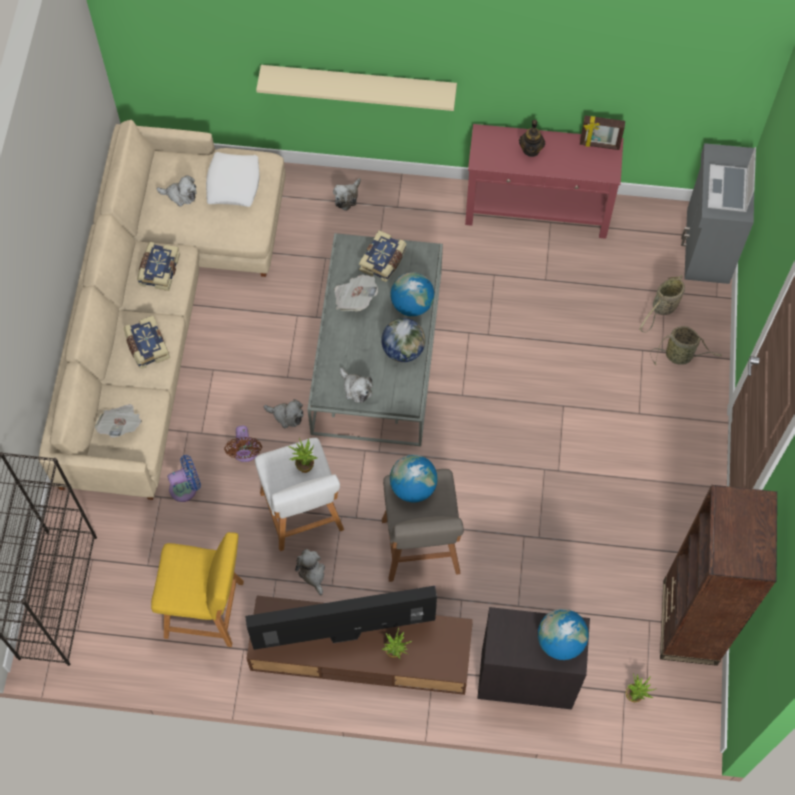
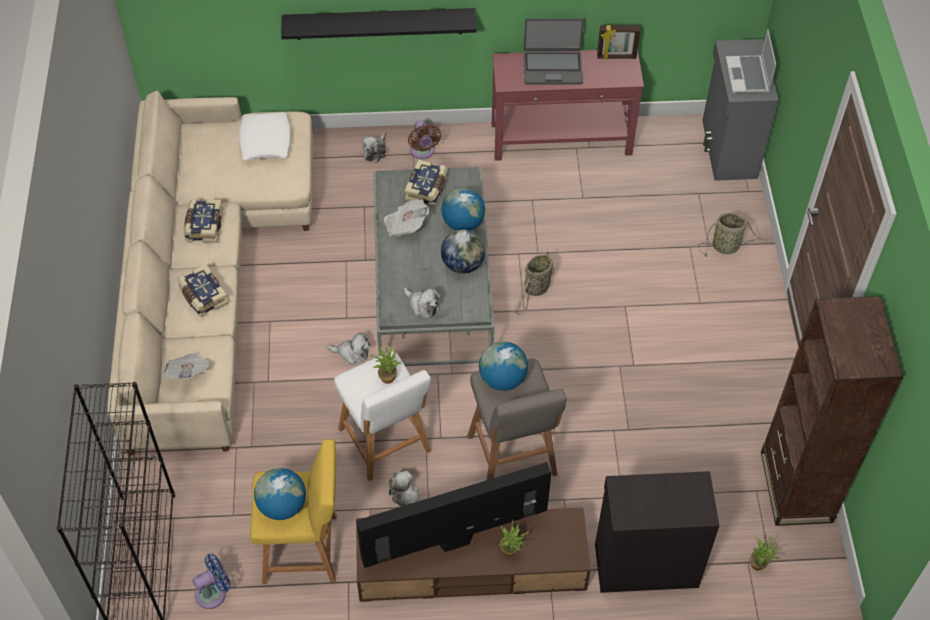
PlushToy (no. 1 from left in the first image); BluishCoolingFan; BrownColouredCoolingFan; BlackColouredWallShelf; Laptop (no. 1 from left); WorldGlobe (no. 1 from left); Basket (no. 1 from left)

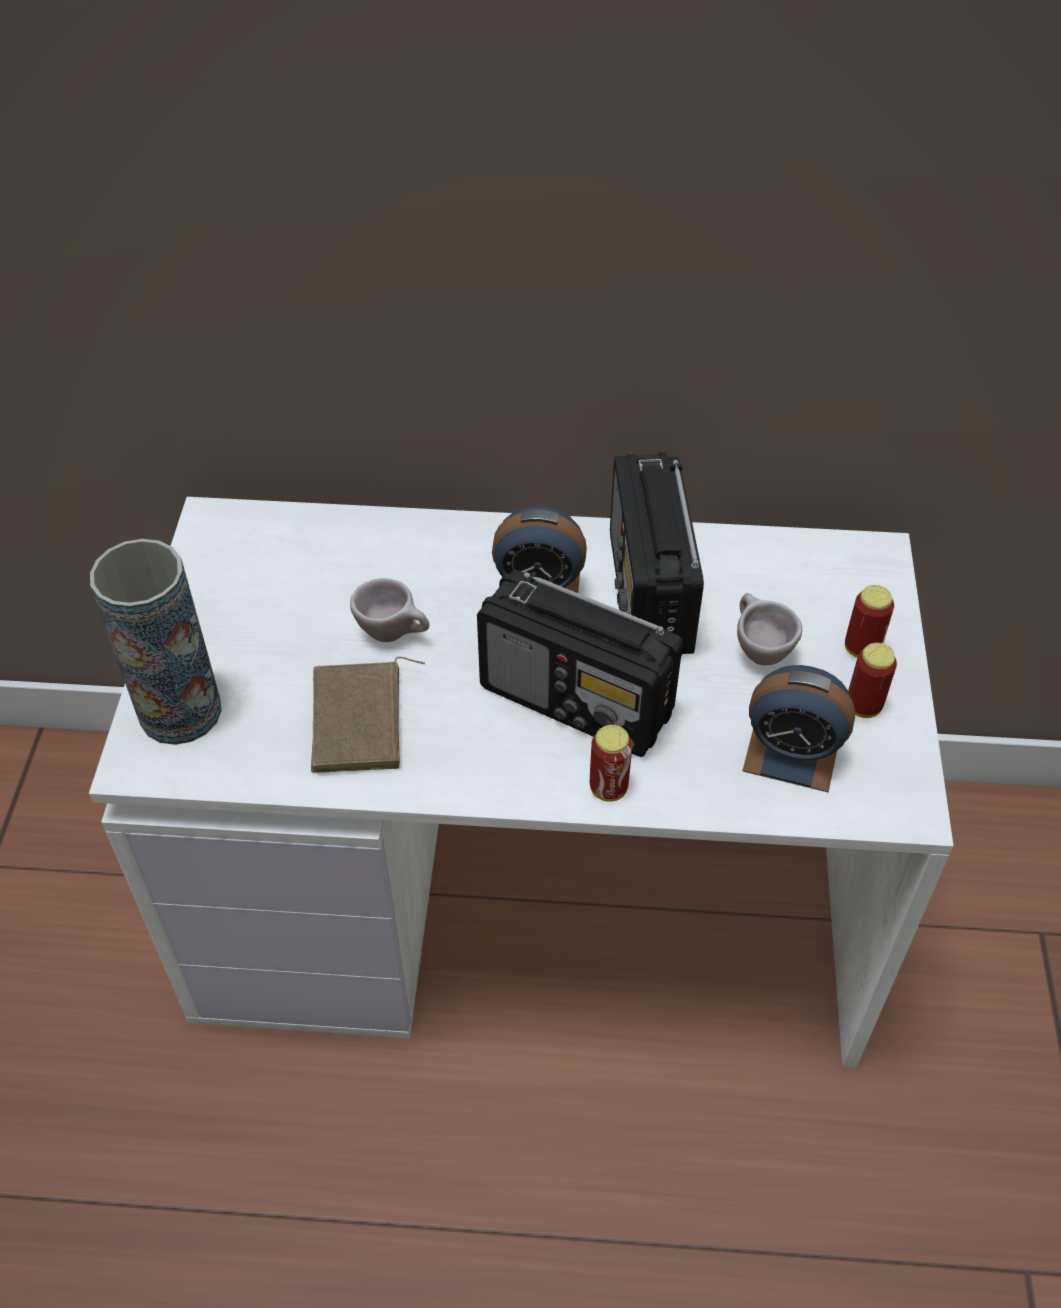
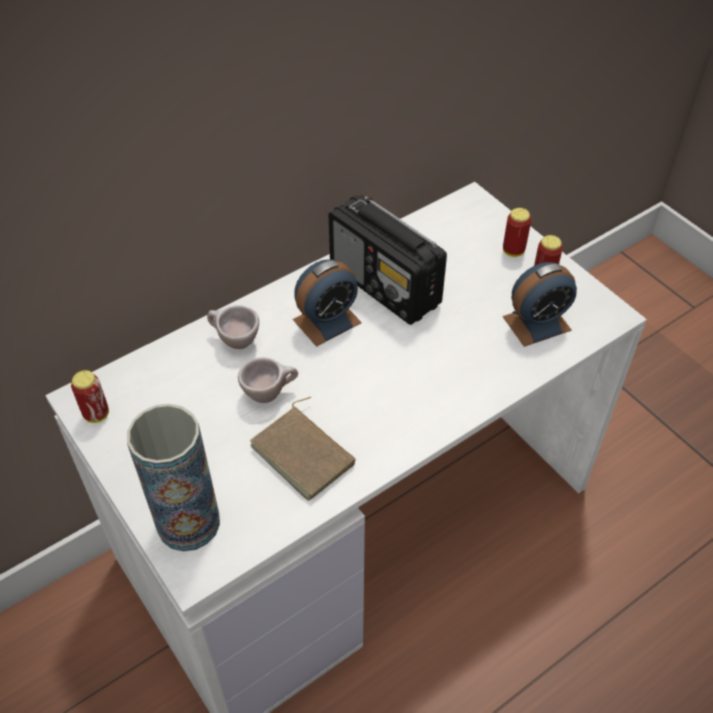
RadioReceiver (no. 1 from left in the first image); MetalCan (no. 1 from left); BeigeColouredCup (no. 1 from left)

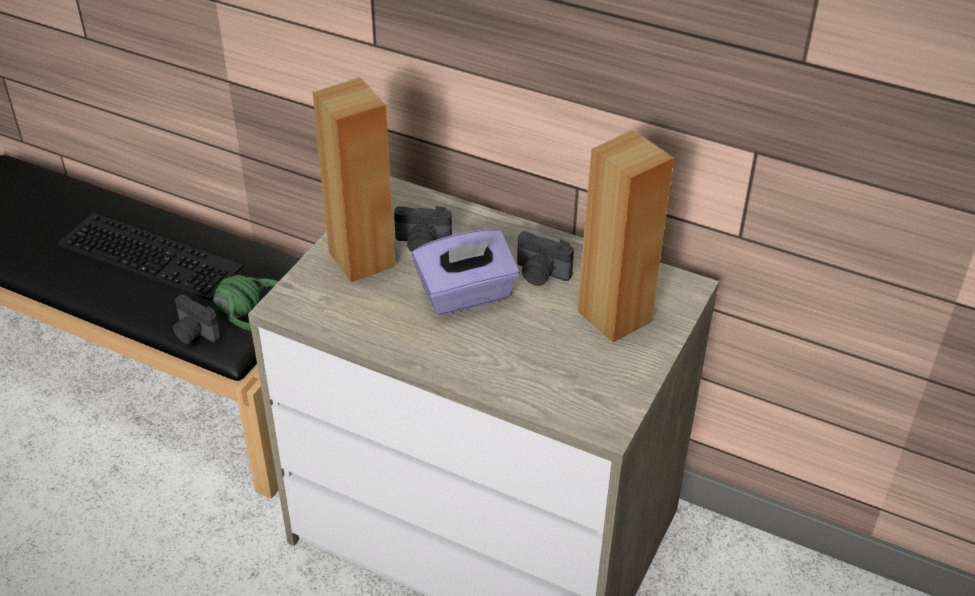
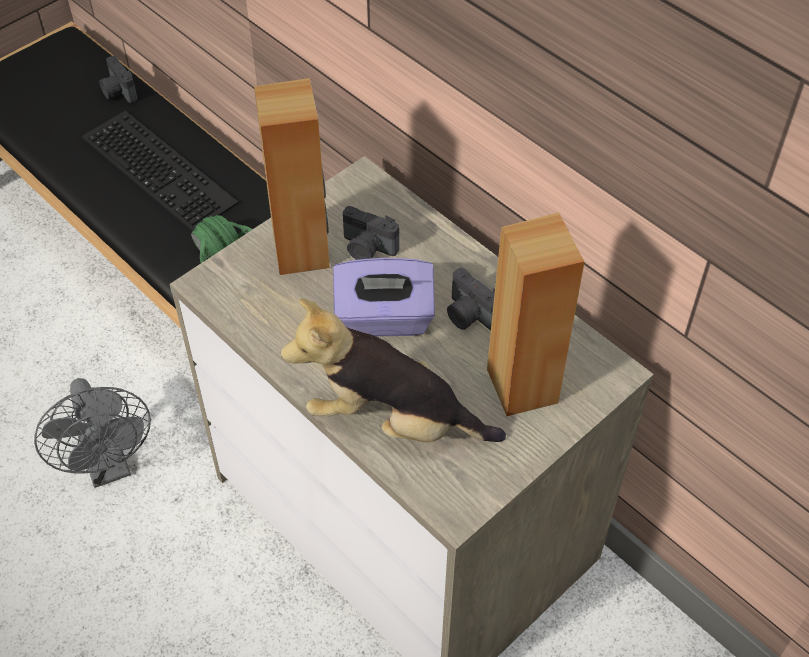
PhotoCamera (no. 1 from left); GreyishCoolingFan; PlushToy

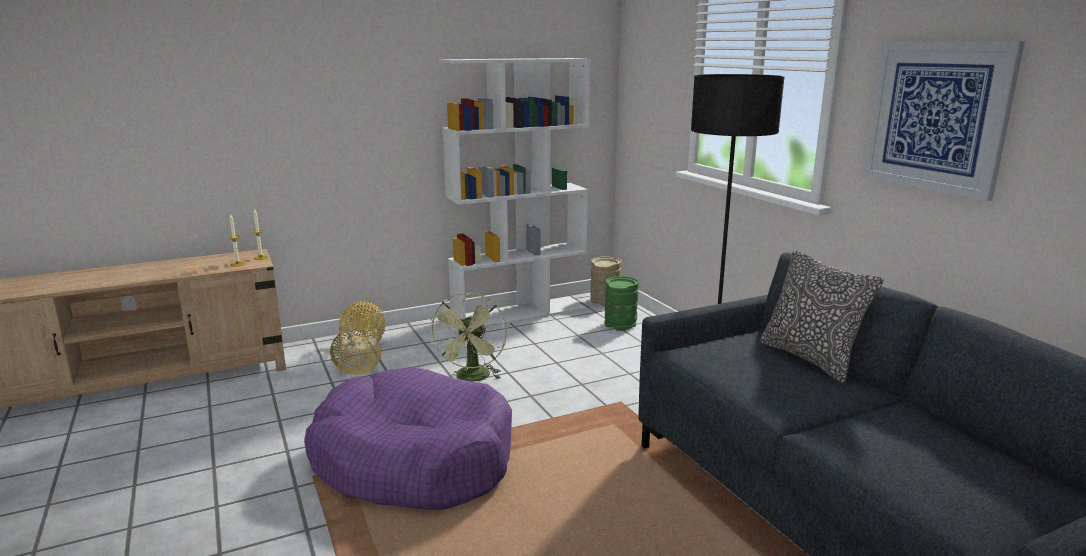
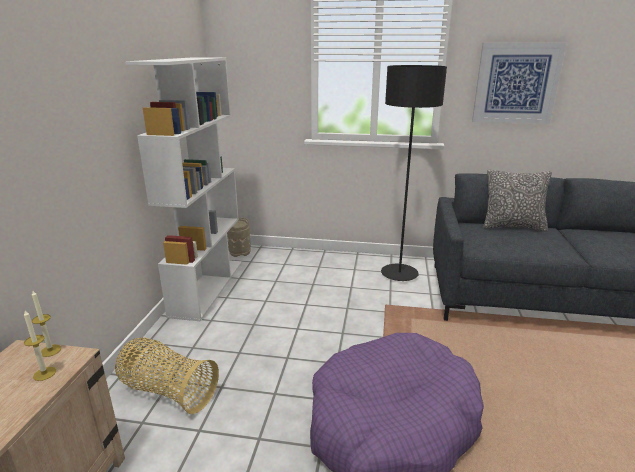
GreenCoolingFan; GreenVase

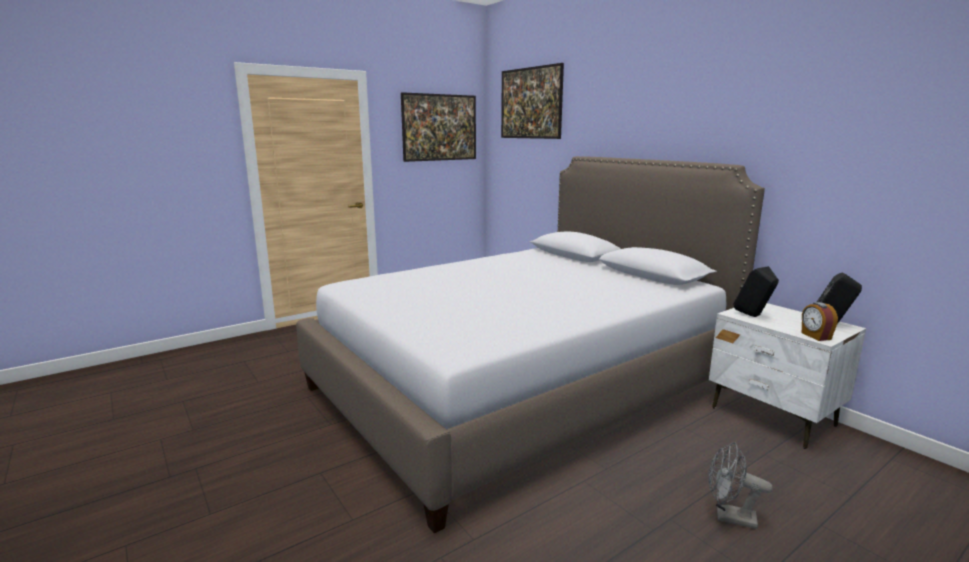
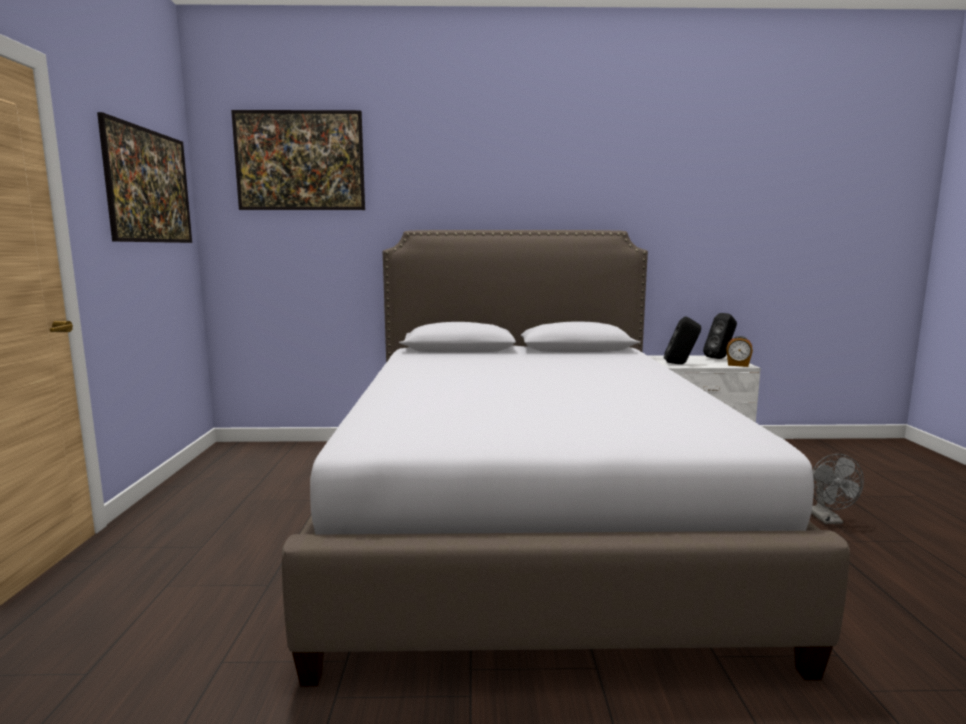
GreyishCoolingFan

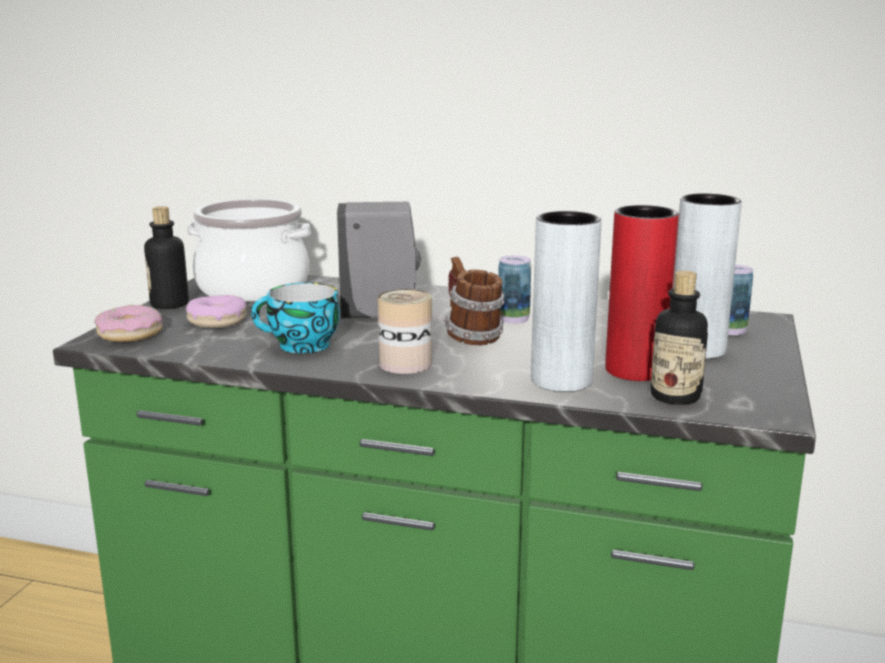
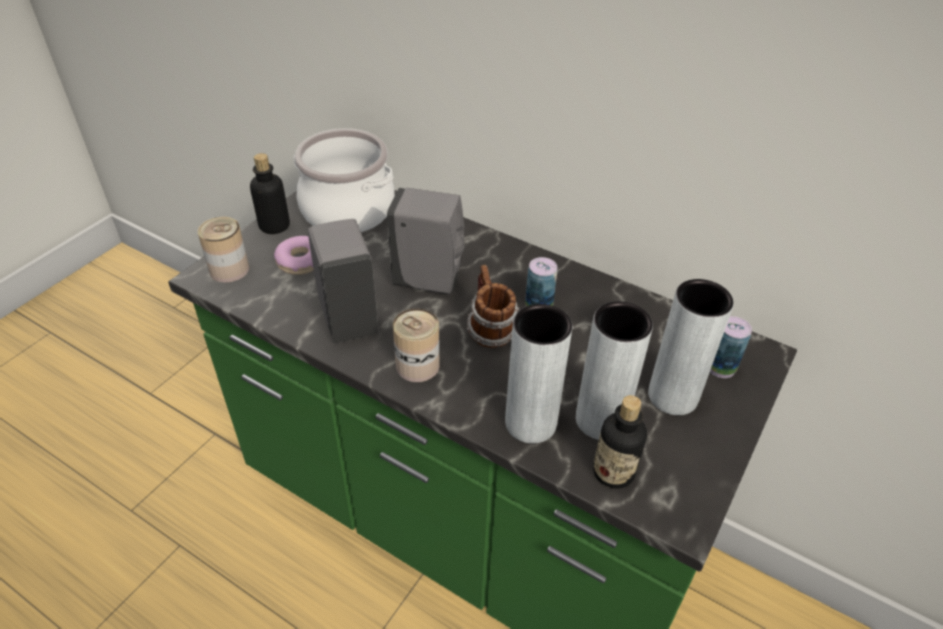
MetalCan (no. 1 from left); GreyishSoapDispenser (no. 1 from left); GreyishVase (no. 2 from left)

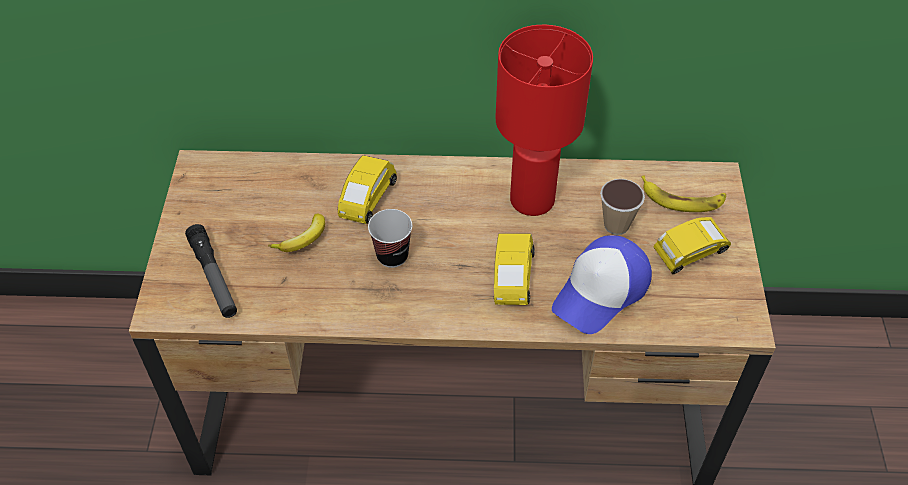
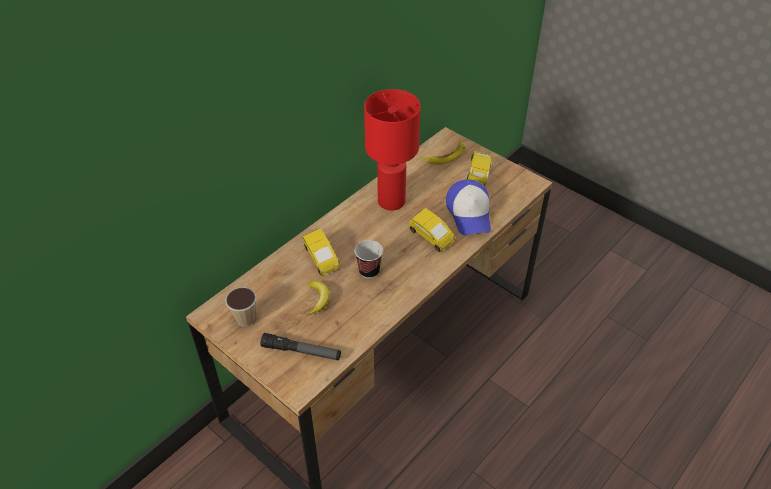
Cup (no. 1 from left)

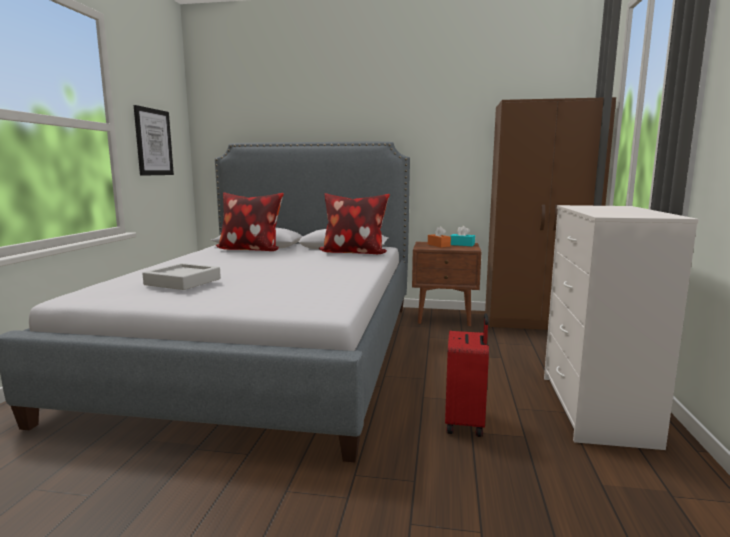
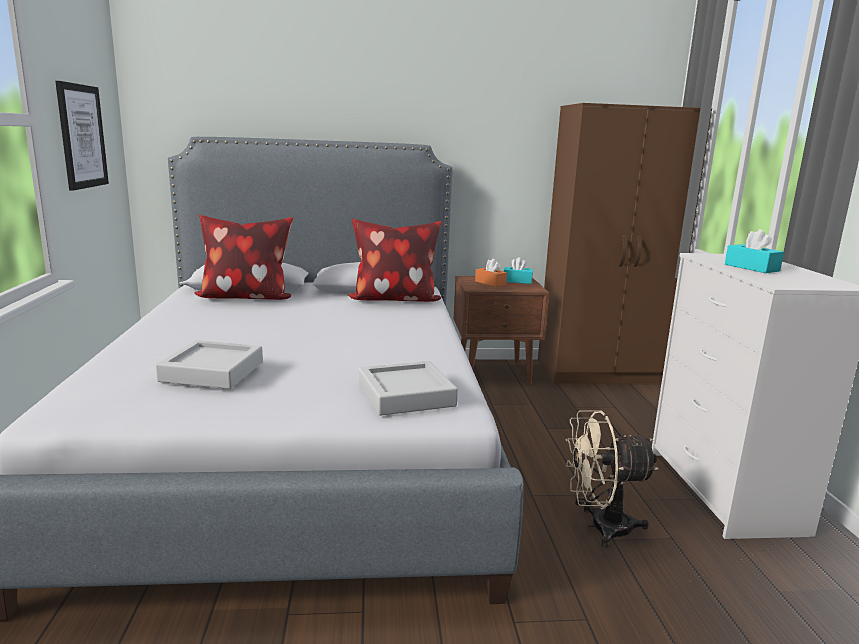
BeigeColouredCoolingFan; GreyishCarryingTray (no. 2 from left); TurquoiseColouredBoxOfTissues (no. 2 from left)

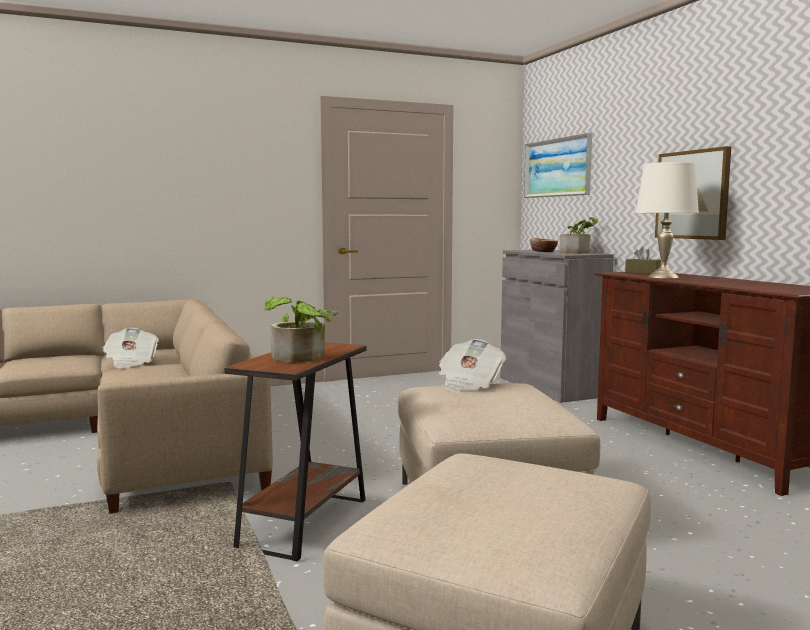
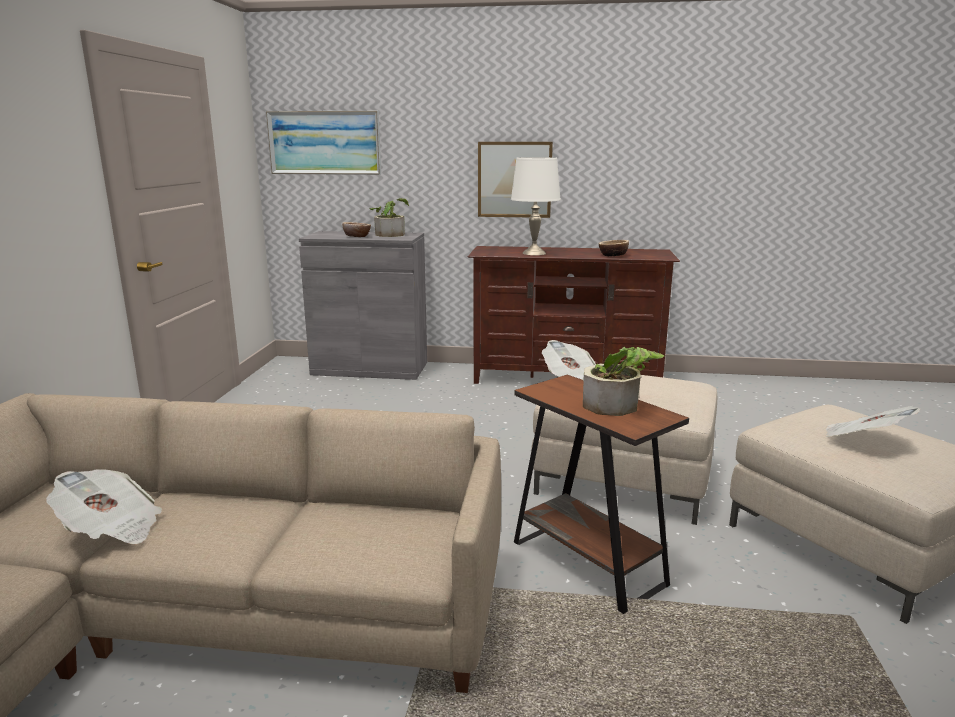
BrownColouredBoxOfTissues; ServingBowl (no. 2 from left); PrintedPaper (no. 3 from left)

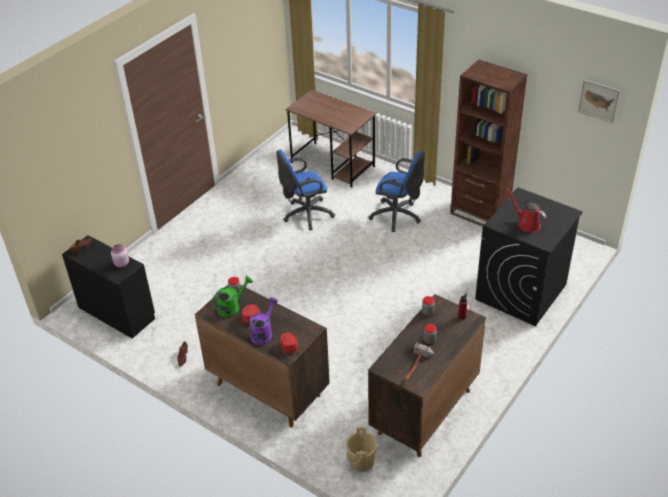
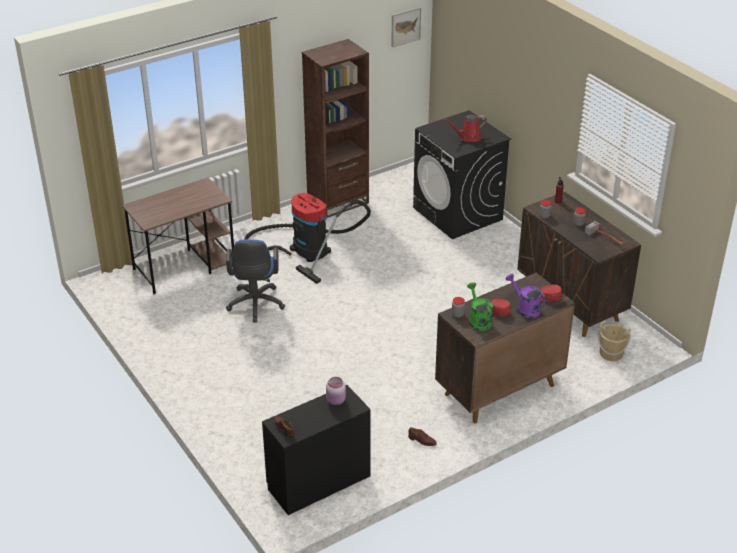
Hoover

